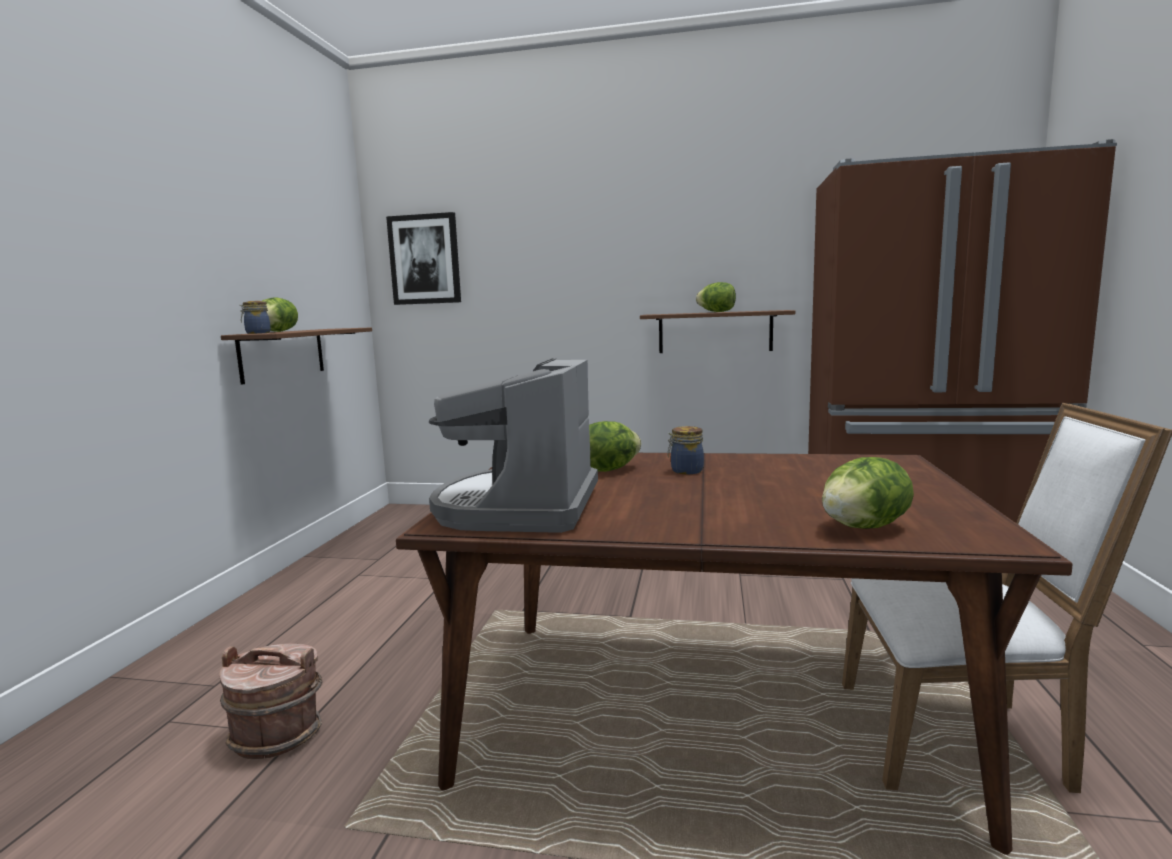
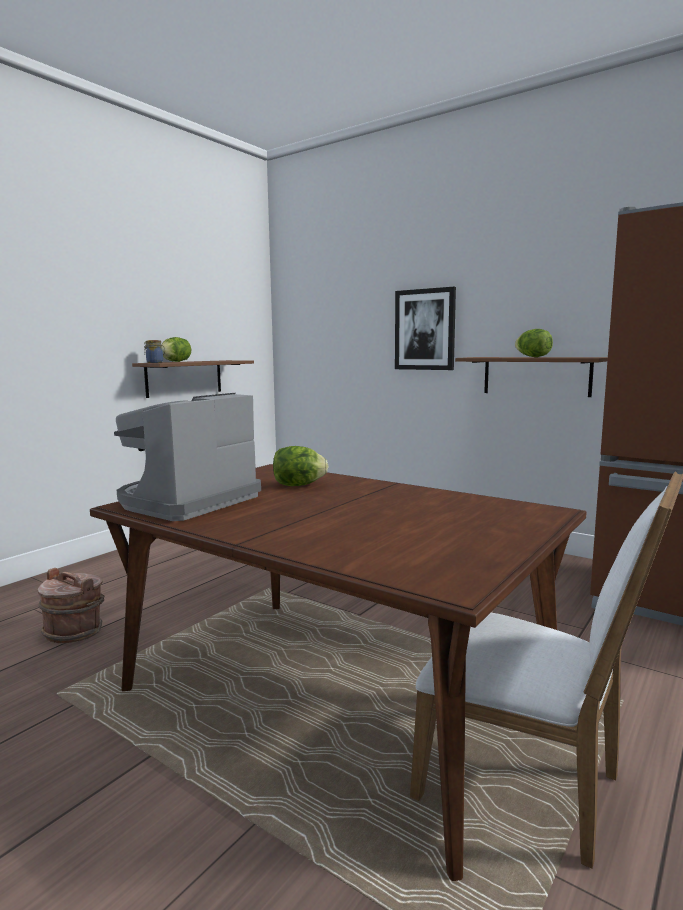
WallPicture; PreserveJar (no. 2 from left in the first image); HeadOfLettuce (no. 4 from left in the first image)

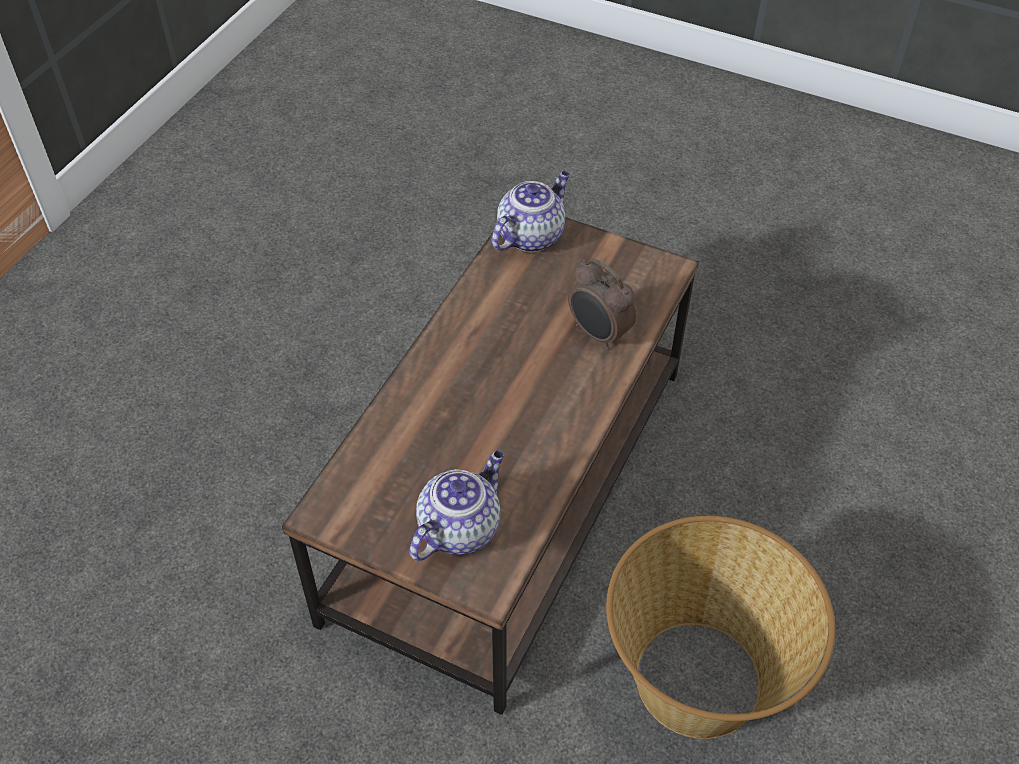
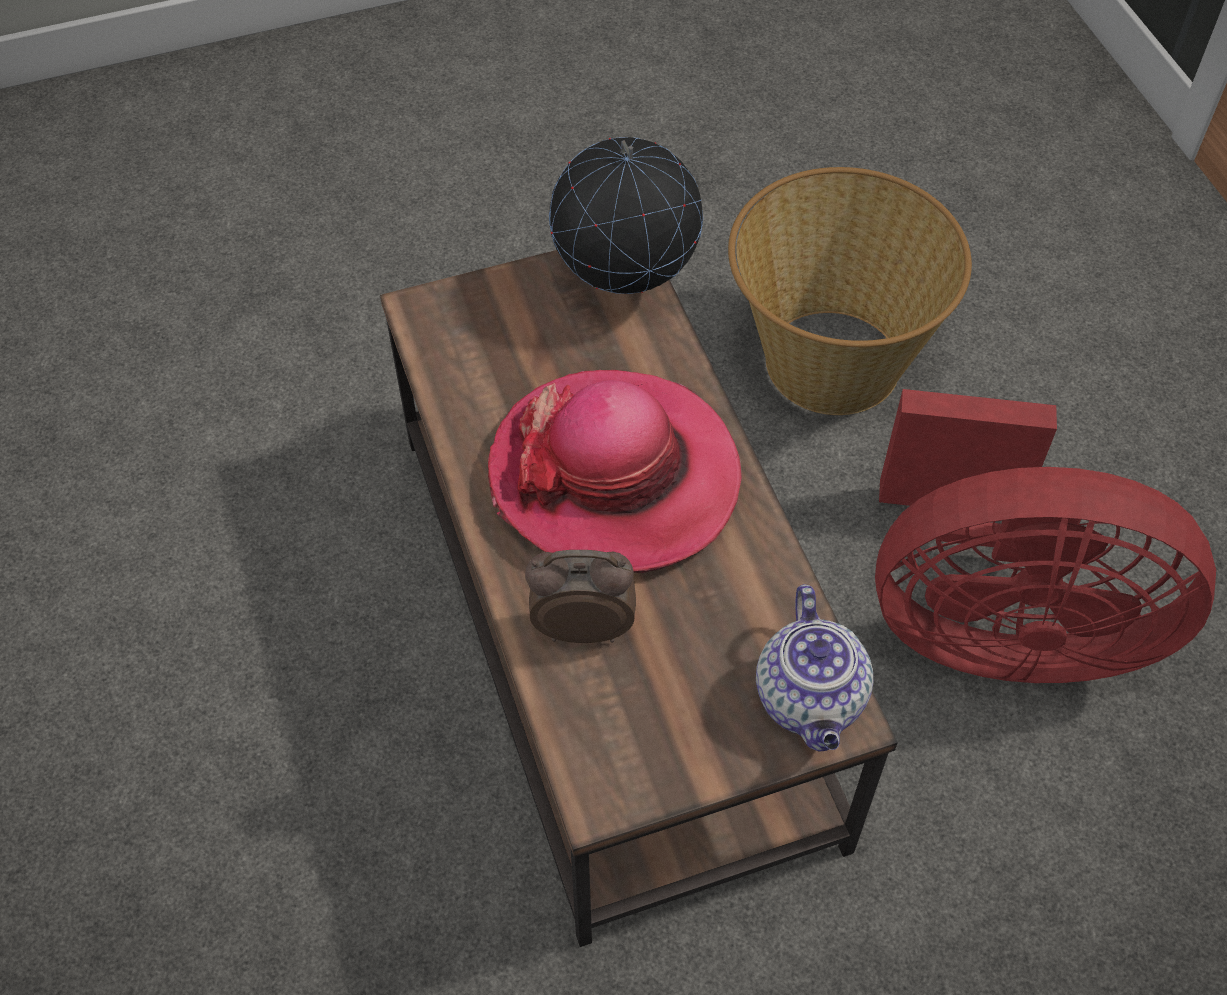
Teapot (no. 1 from left in the first image); Basket; ClothingHat; WorldGlobe; RedCoolingFan

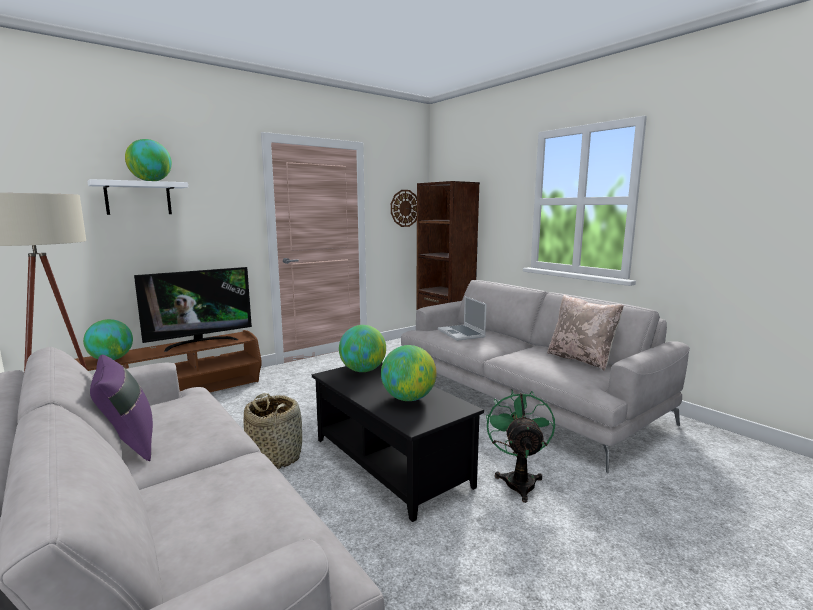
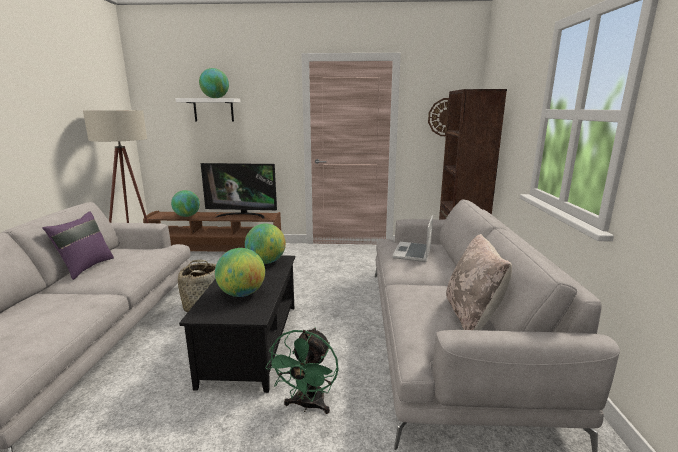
GreenCoolingFan

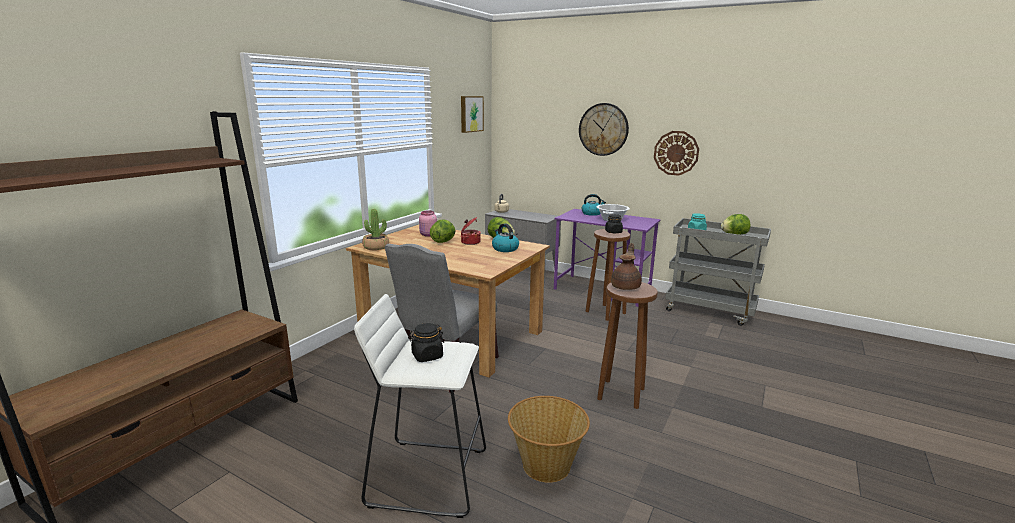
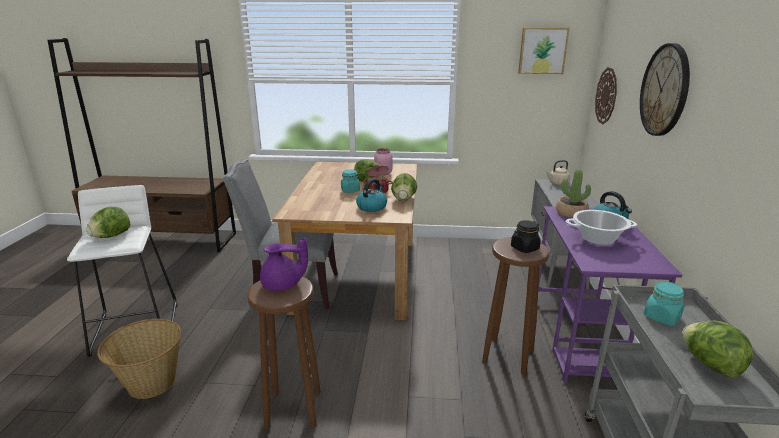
Houseplant; HeadOfLettuce (no. 1 from left); PurpleTeapot; WallClock (no. 1 from left); TurquoiseColouredPreserveJar (no. 1 from left)

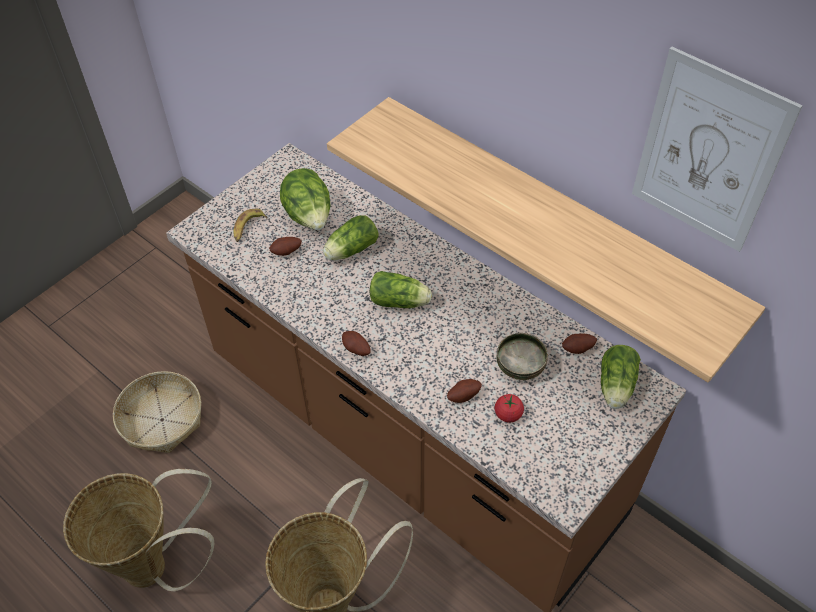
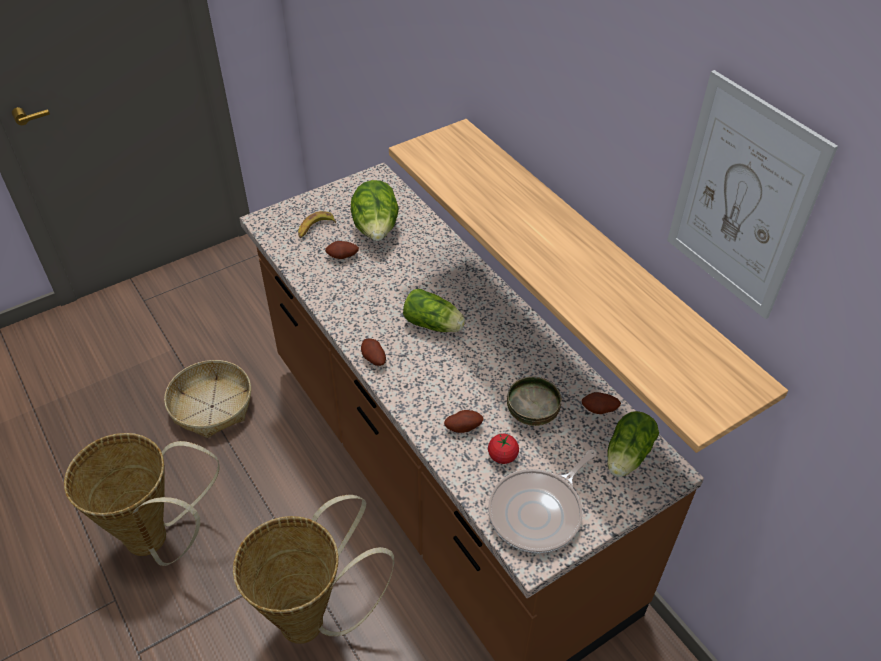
HeadOfLettuce (no. 2 from left in the first image); Skillet

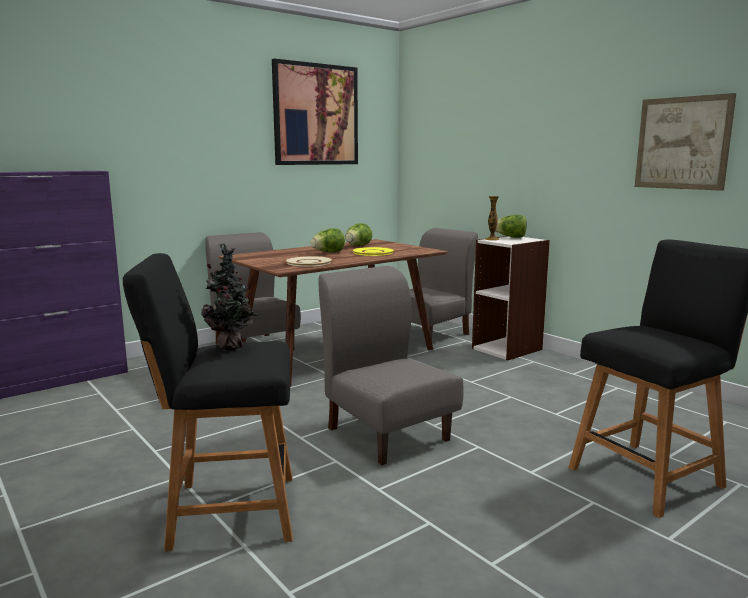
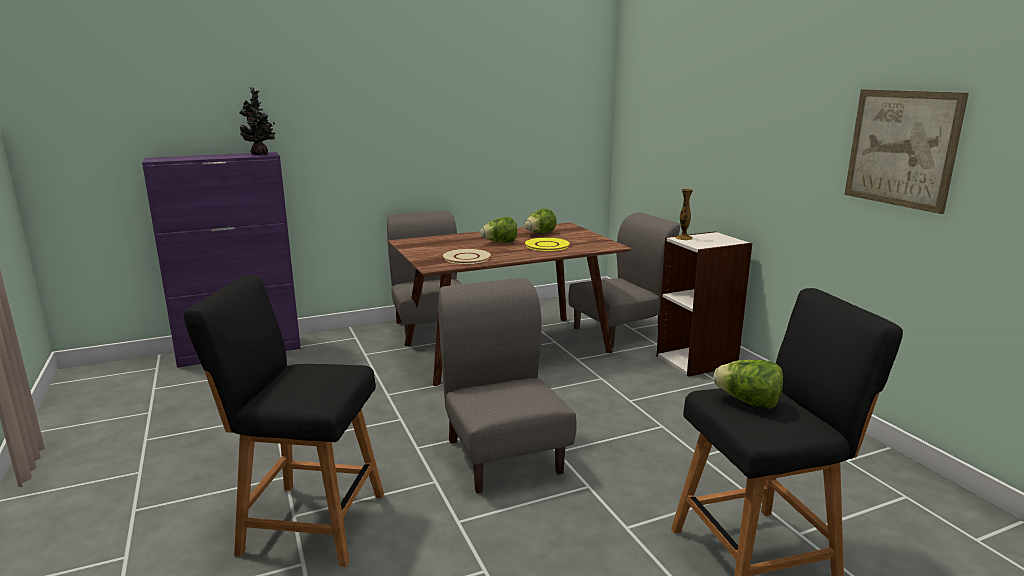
Houseplant; WallPicture (no. 1 from left in the first image); HeadOfLettuce (no. 3 from left)

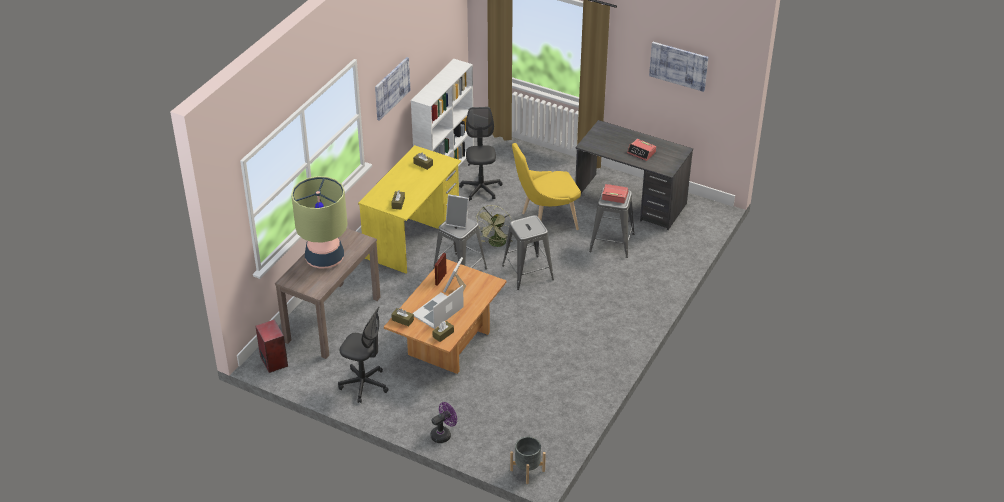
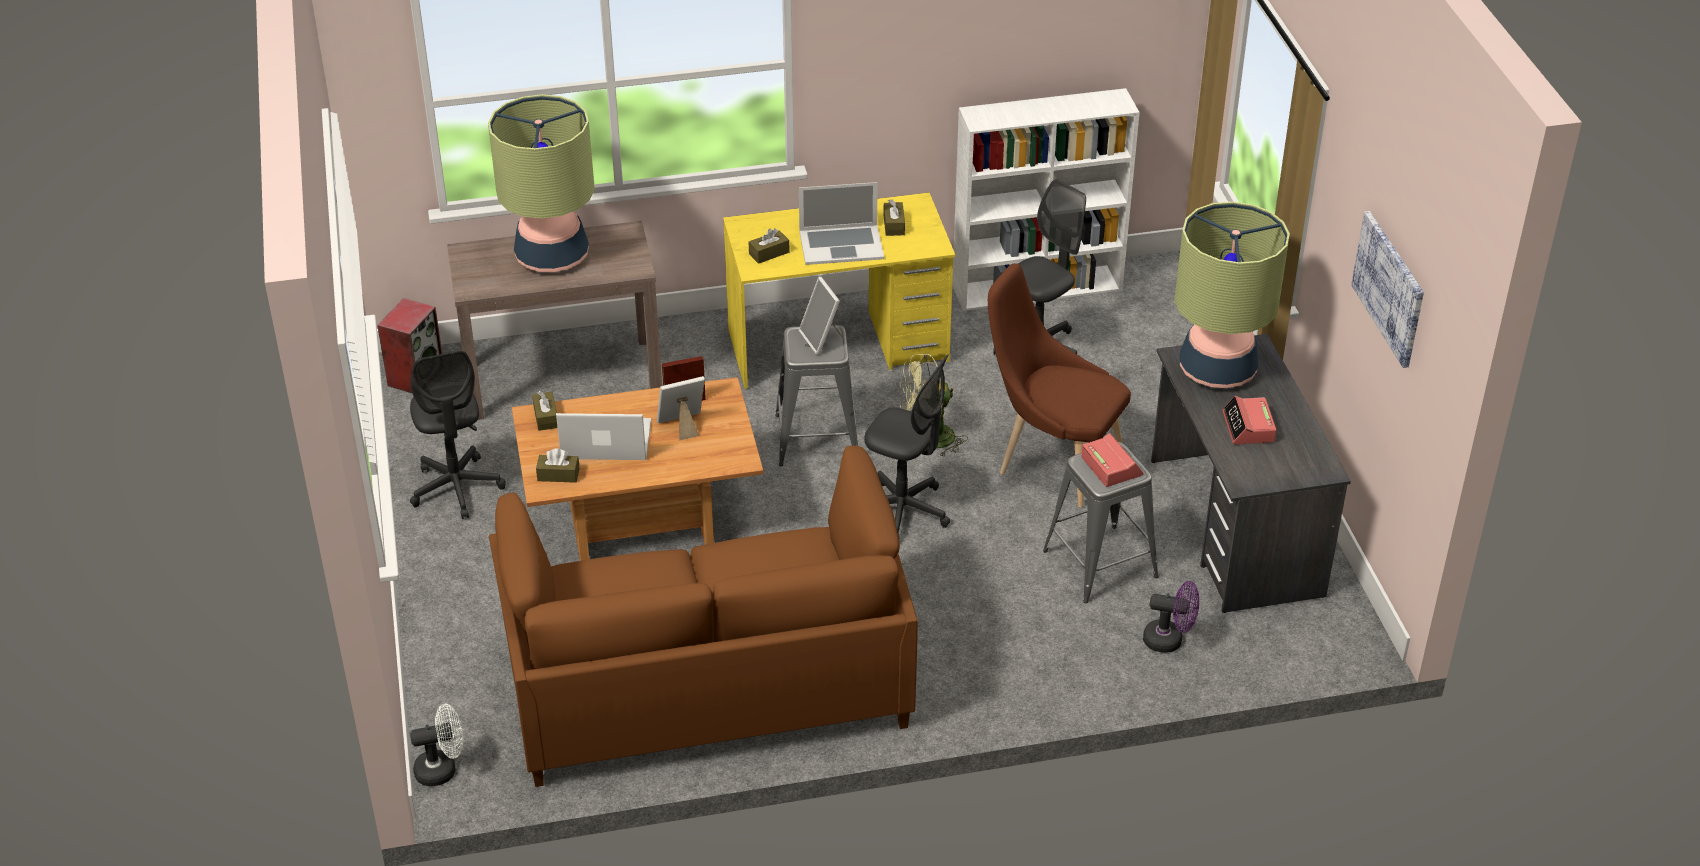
WallPicture (no. 1 from left in the first image); PurpleCoolingFan; GreyishDeskChair (no. 2 from left); WhiteCoolingFan; BrownColouredPlainChair; BrownColouredSettee; Laptop (no. 2 from left); TableLamp (no. 2 from left)

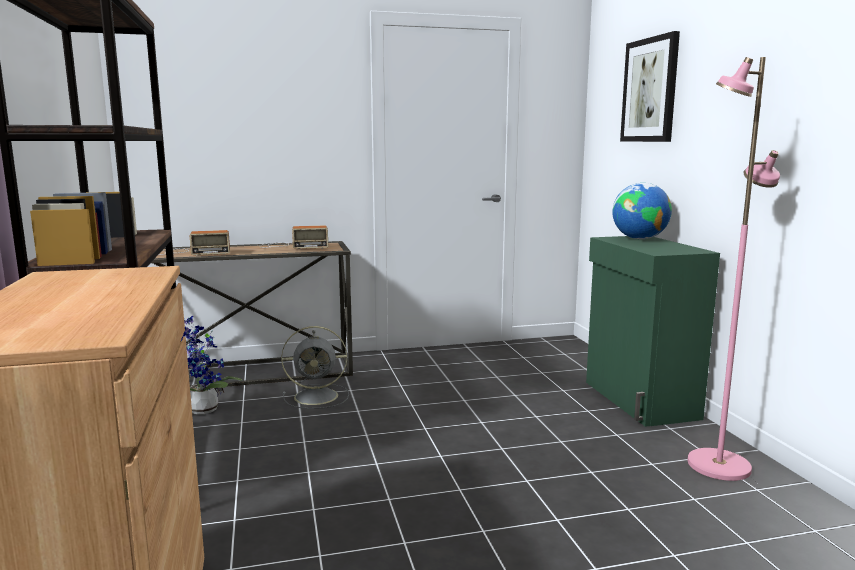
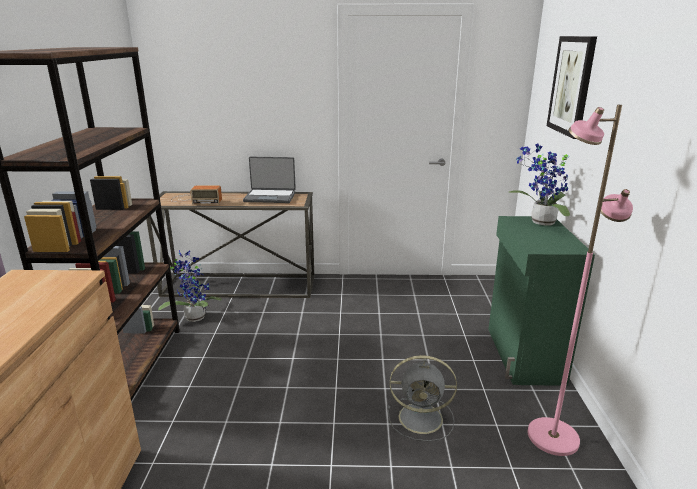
Laptop; GreyishCoolingFan; Houseplant (no. 2 from left)

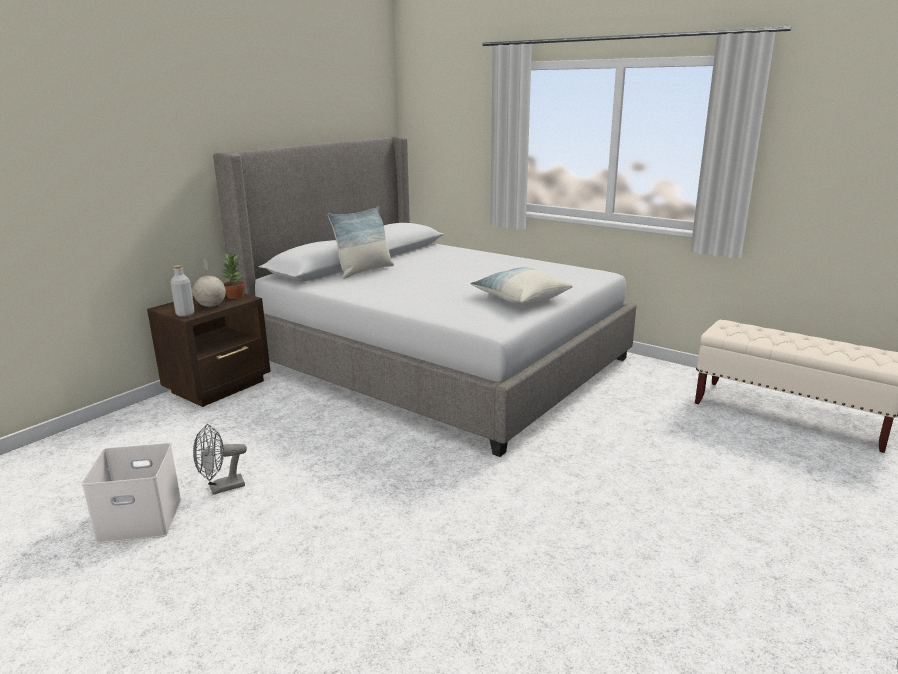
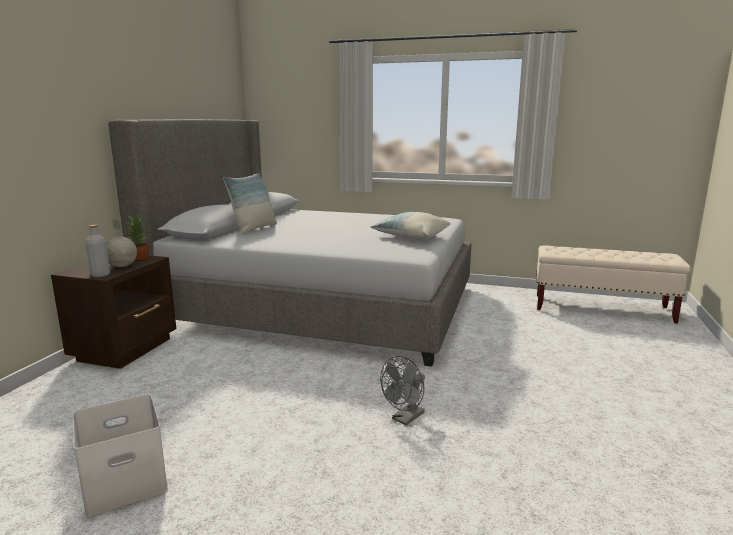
GreyishCoolingFan

